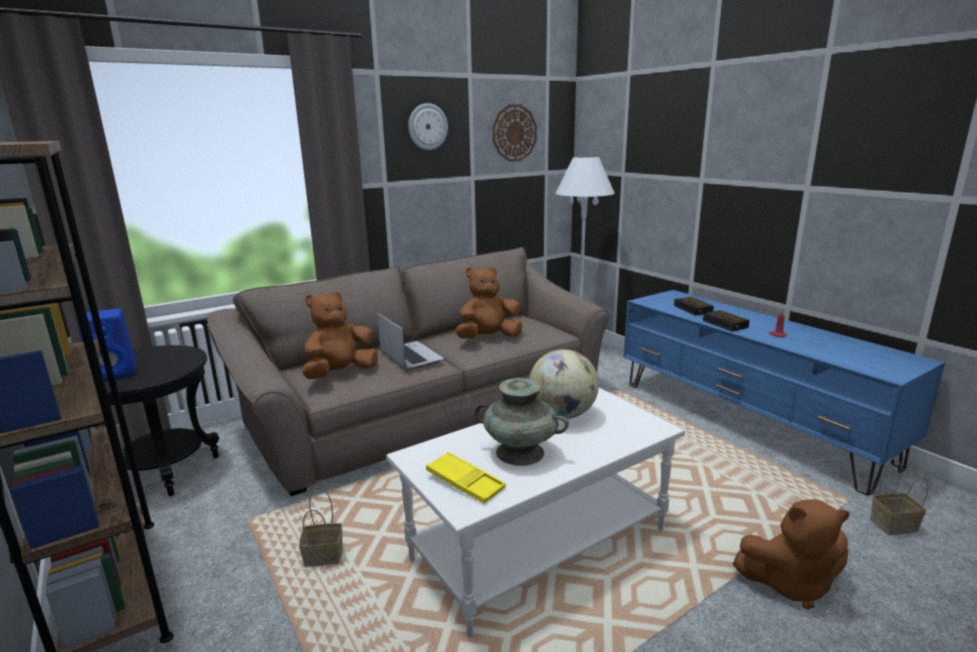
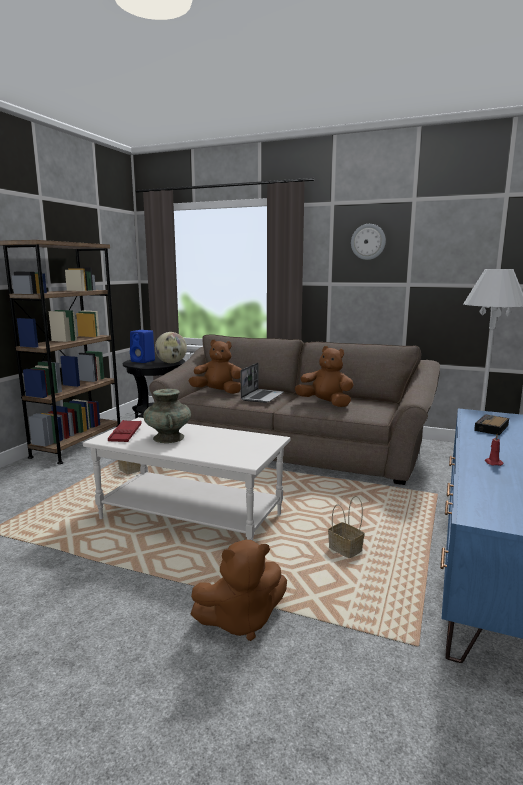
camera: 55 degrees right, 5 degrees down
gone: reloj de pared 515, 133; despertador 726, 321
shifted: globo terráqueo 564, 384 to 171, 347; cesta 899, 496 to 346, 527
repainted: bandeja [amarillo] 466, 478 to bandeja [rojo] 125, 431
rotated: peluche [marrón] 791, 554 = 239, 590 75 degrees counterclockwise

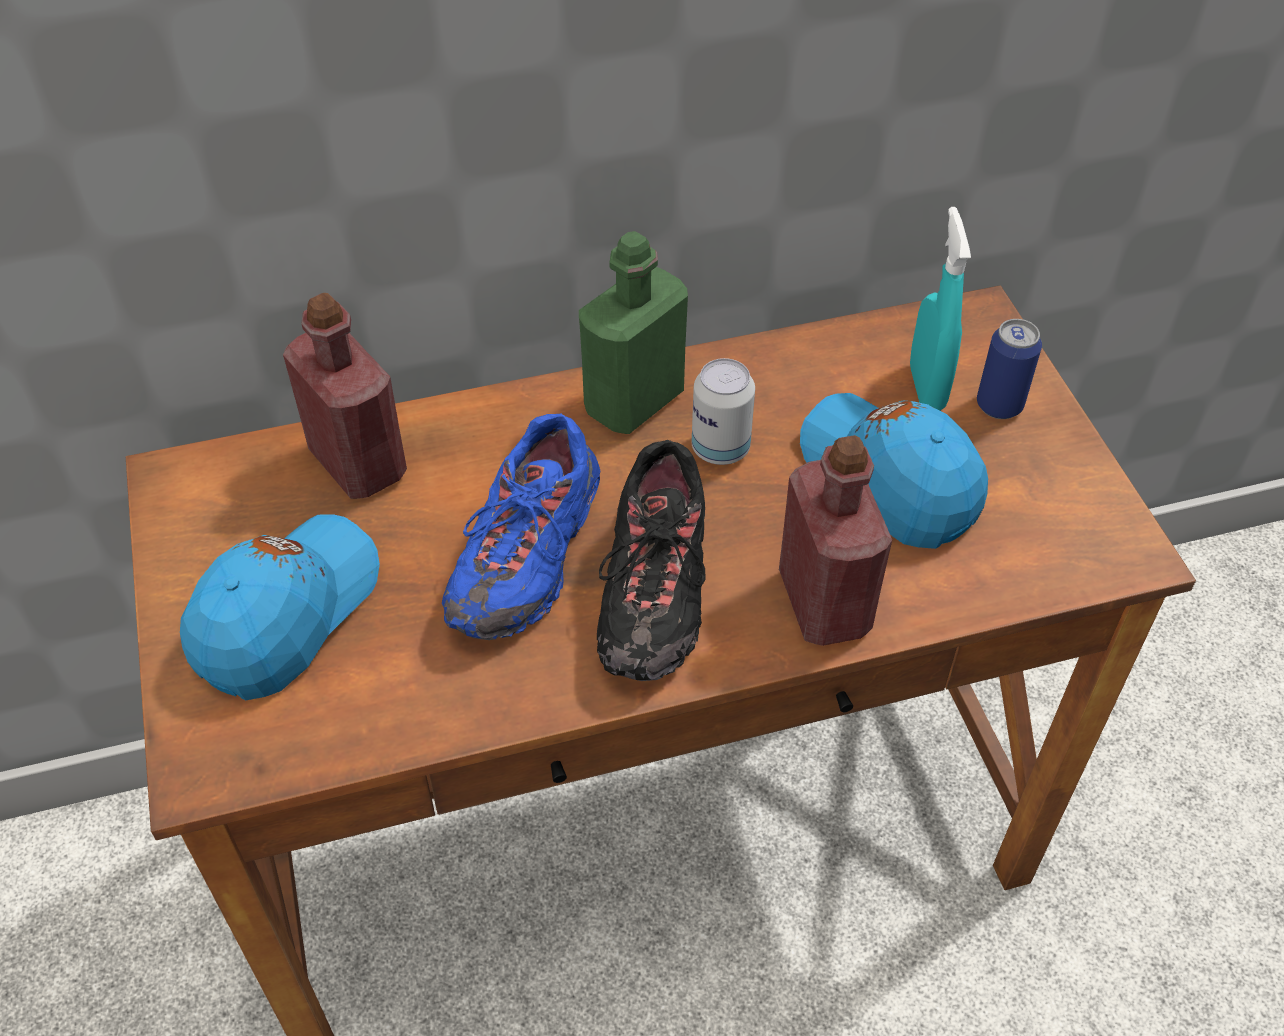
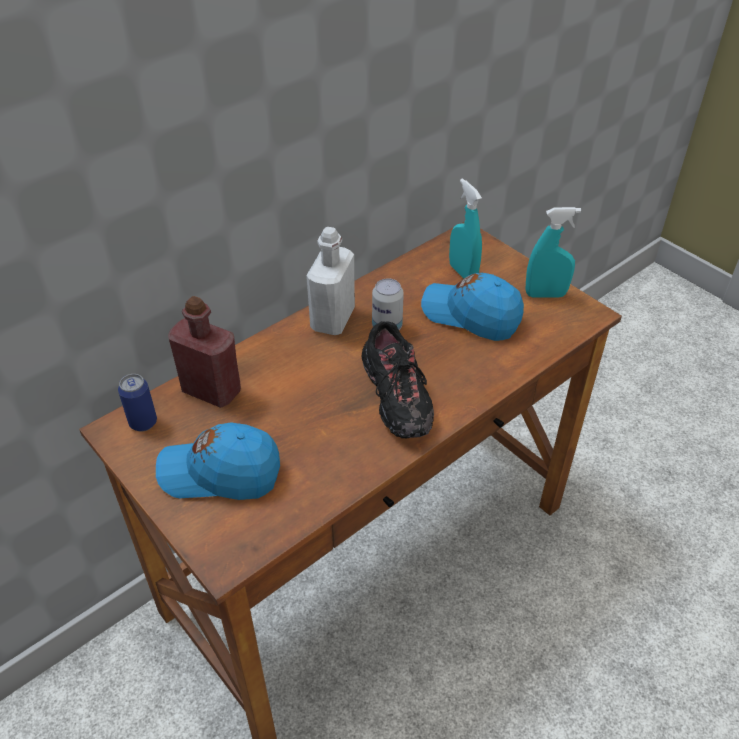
camera: 25 degrees left, 5 degrees down
gone: zapato [azul] 521, 527; botella [rojo] 835, 540
new: pulverizador [turquesa] 553, 252
shifted: lata 1009, 369 to 137, 402
repainted: botella [verde] 633, 332 to botella [blanco] 330, 281
rotated: gorra [azul] 280, 607 = 218, 461 90 degrees counterclockwise

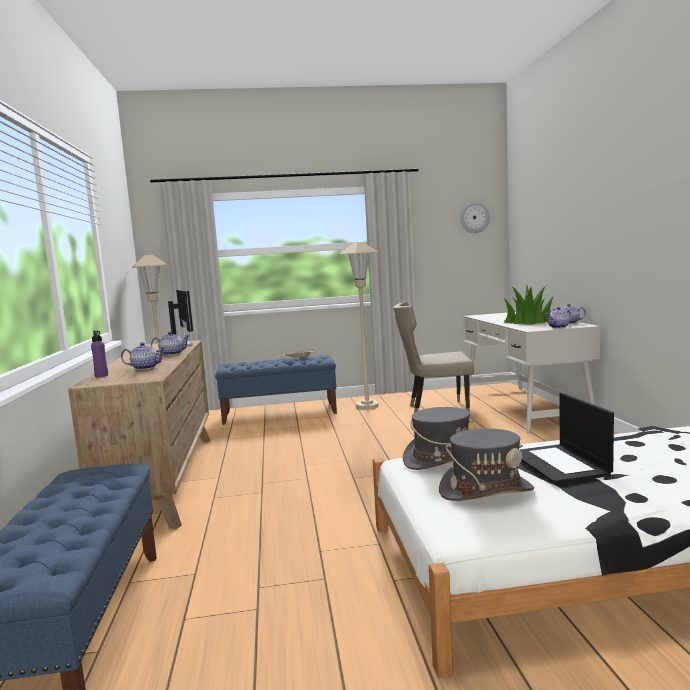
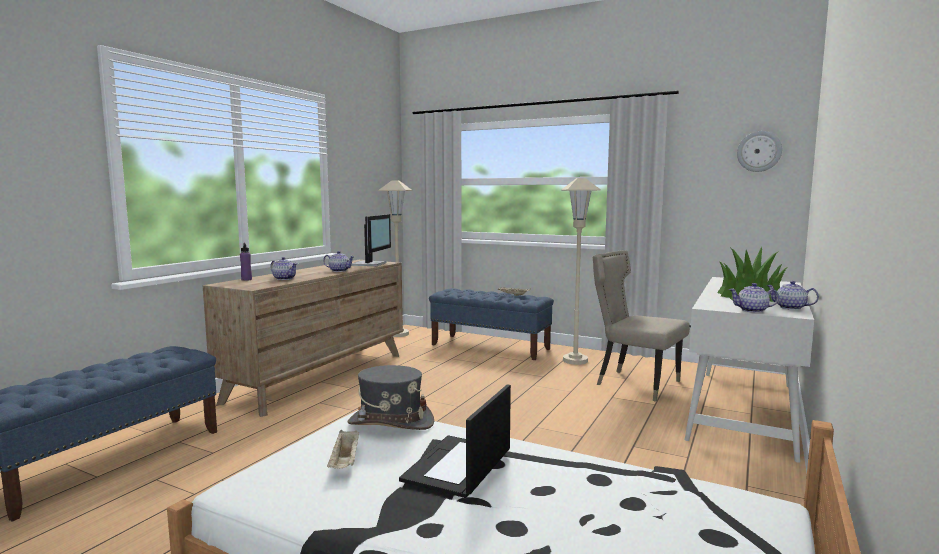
camera: 35 degrees right, 0 degrees up
swapped: sombrero [gris] 486, 464 to bandeja [beis] 343, 449

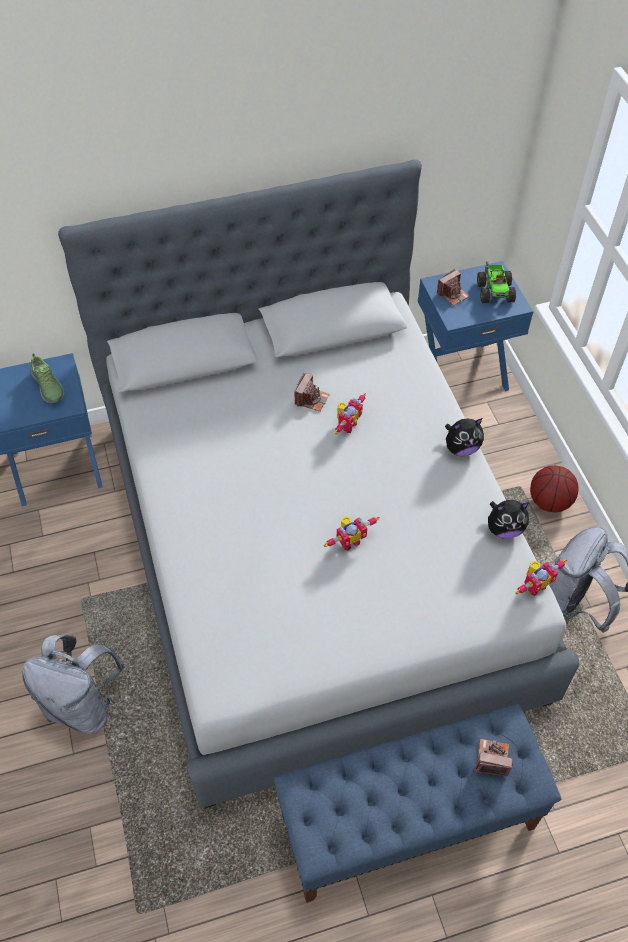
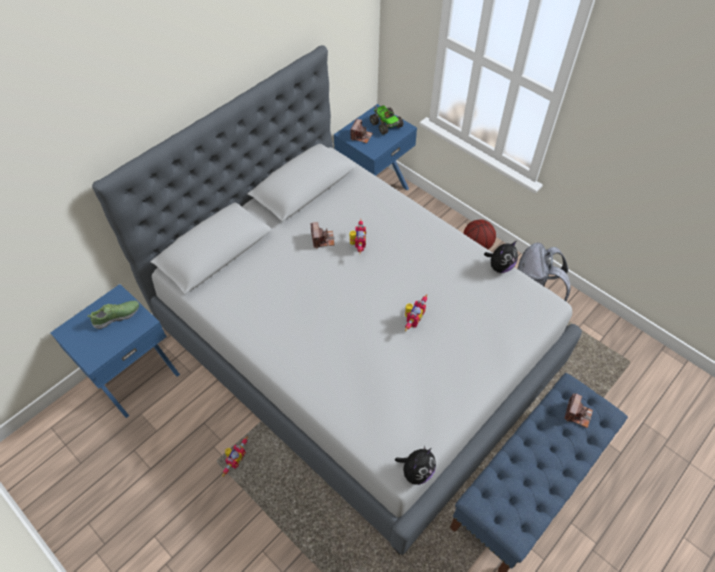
camera: 30 degrees left, 0 degrees up
gone: mochila [gris] 73, 684
shifted: robot de juguete 541, 578 to 235, 456; peluche 464, 437 to 415, 465
rotated: zapato 47, 378 = 113, 315 60 degrees counterclockwise; cámara 494, 757 = 578, 410 135 degrees clockwise

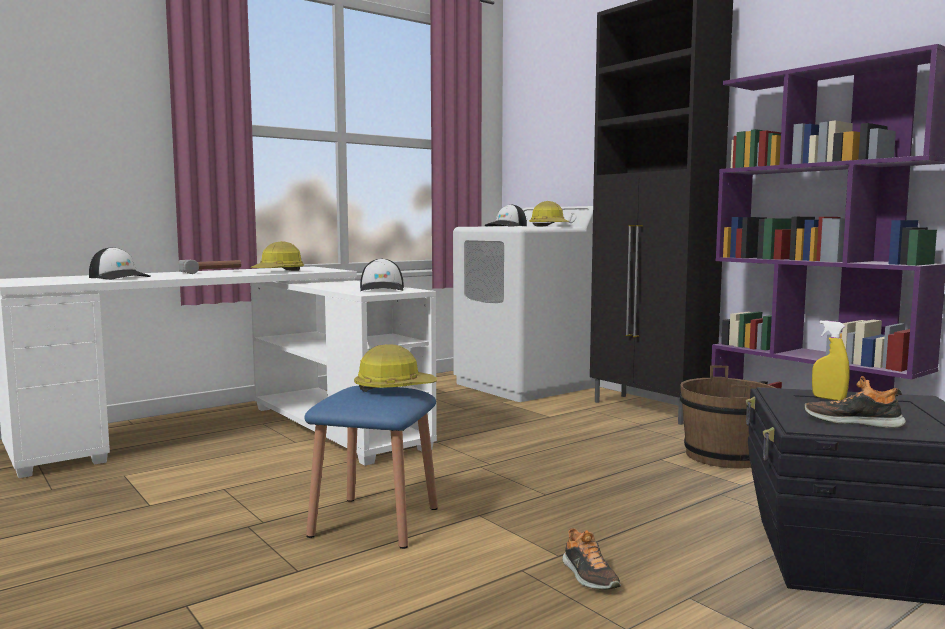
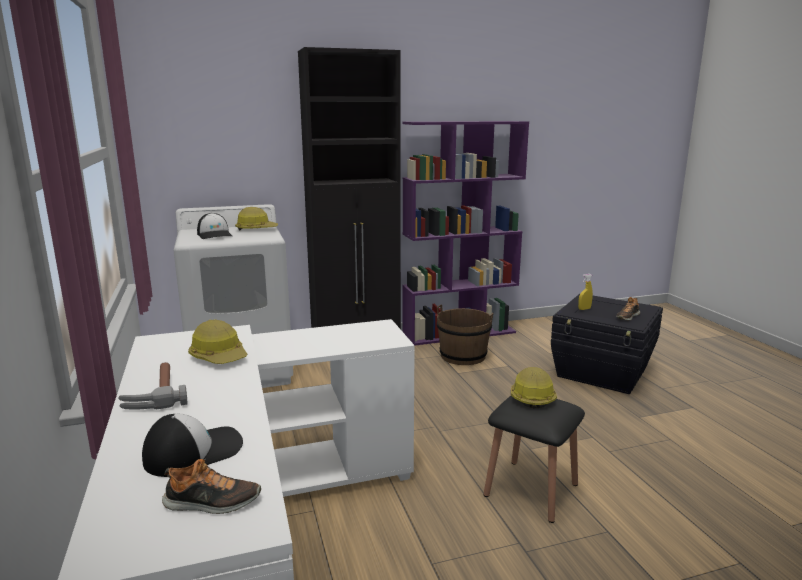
camera: 70 degrees left, 10 degrees up
gone: gorra 382, 274
shifted: zapato 591, 558 to 211, 486
repainted: taburete [azul] 371, 467 to taburete [negro] 534, 459

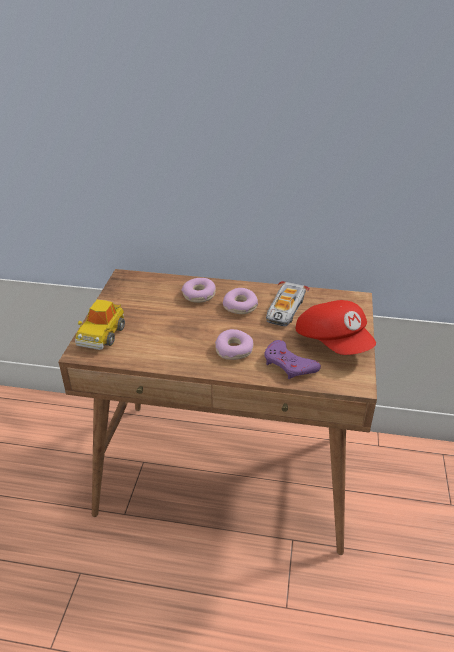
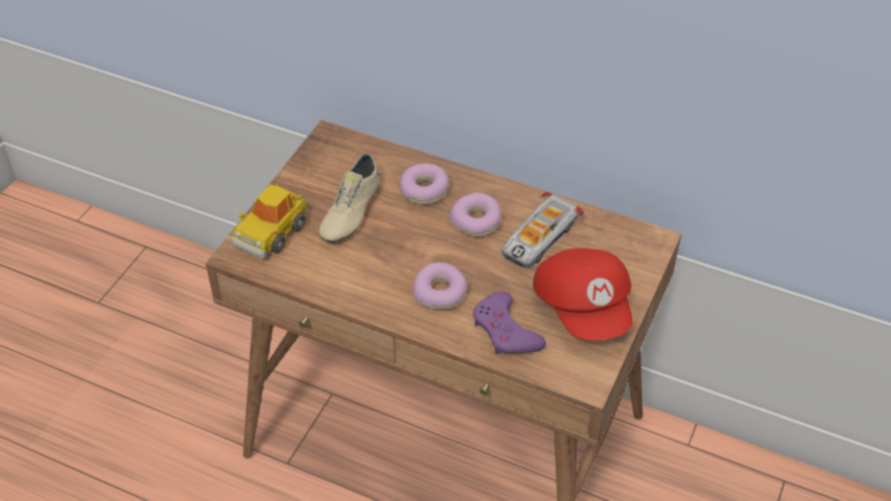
camera: 15 degrees right, 10 degrees up
new: zapato [beis] 349, 197

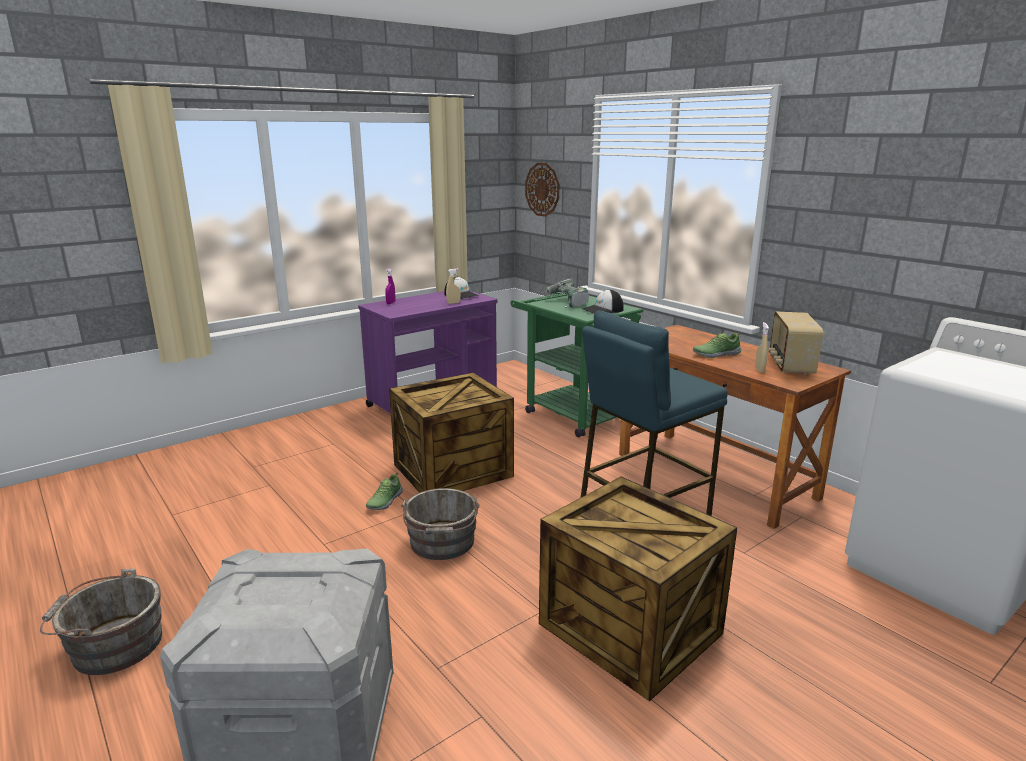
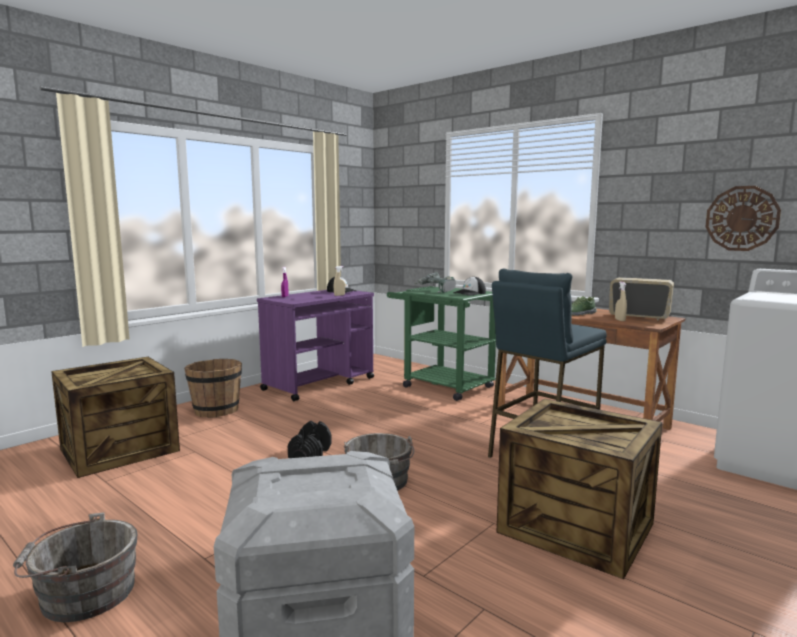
camera: 10 degrees left, 10 degrees down
new: cubo [marrón] 213, 388
shifted: caja de embalaje 451, 432 to 115, 417; reloj de pared 542, 190 to 743, 218
swapped: zapato 384, 491 to mancuerna [negro] 310, 439
rotated: radio 795, 343 = 641, 299 120 degrees clockwise

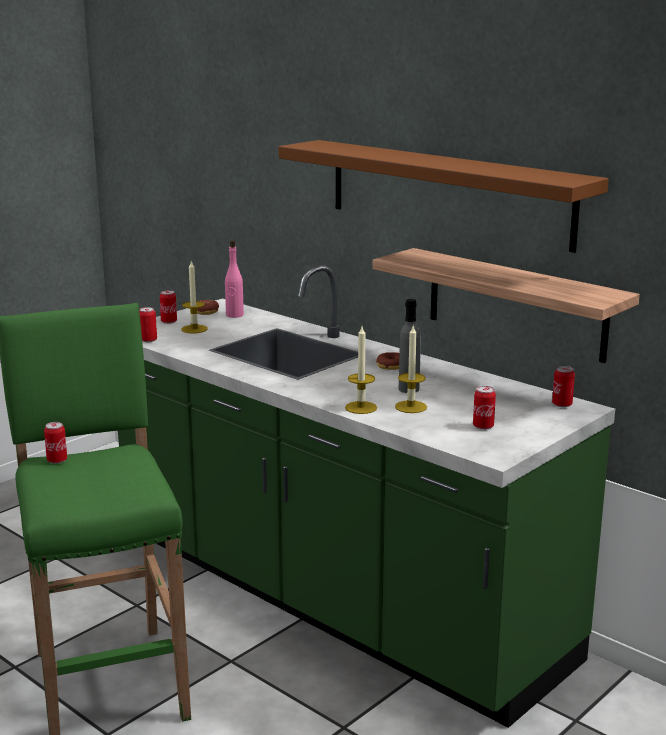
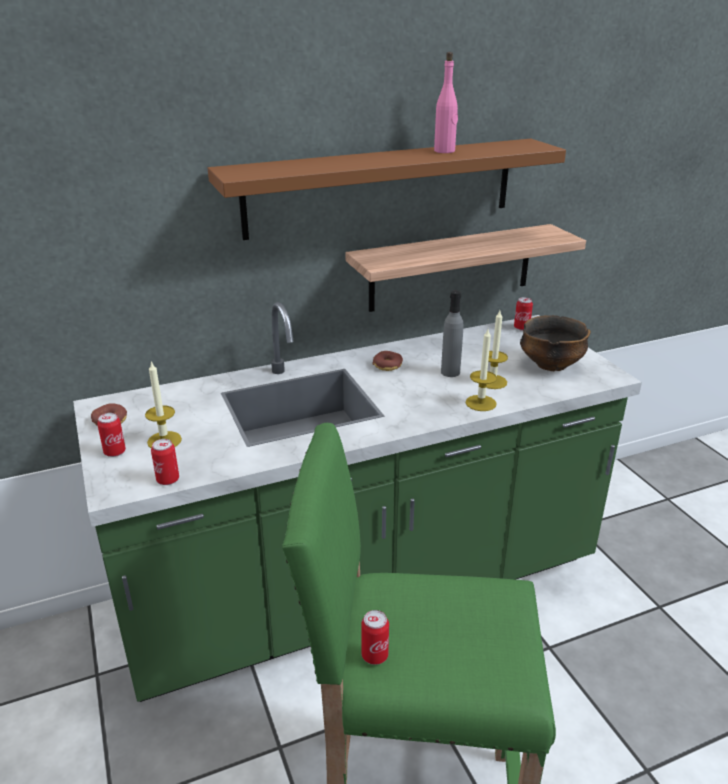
camera: 65 degrees left, 10 degrees up
shifted: botella [rosa] 234, 279 to 446, 102
swapped: lata 484, 408 to cuenco 555, 343

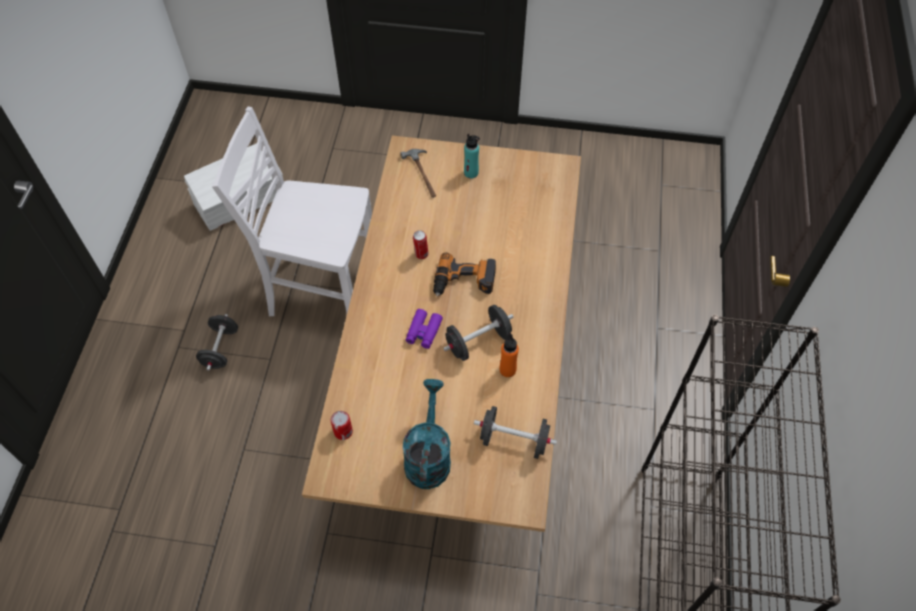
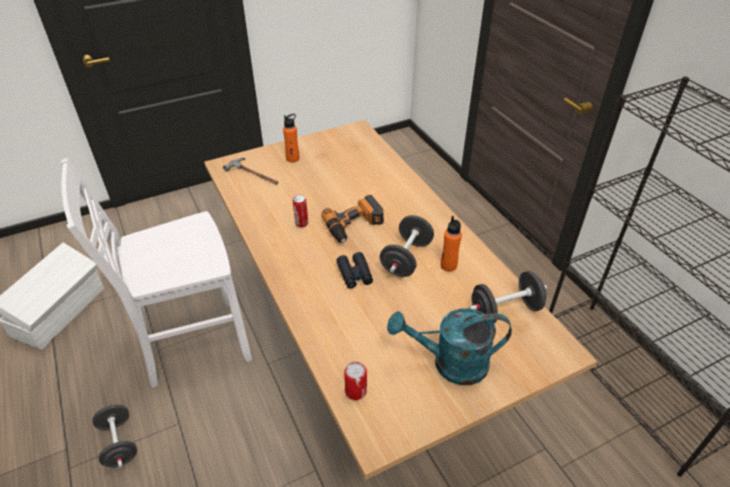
camera: 35 degrees left, 15 degrees down
repainted: botella [turquesa] 472, 156 to botella [naranja] 291, 138; prismáticos [morado] 424, 329 to prismáticos [negro] 354, 270
rotated: regadera [turquesa] 427, 434 = 449, 346 60 degrees counterclockwise

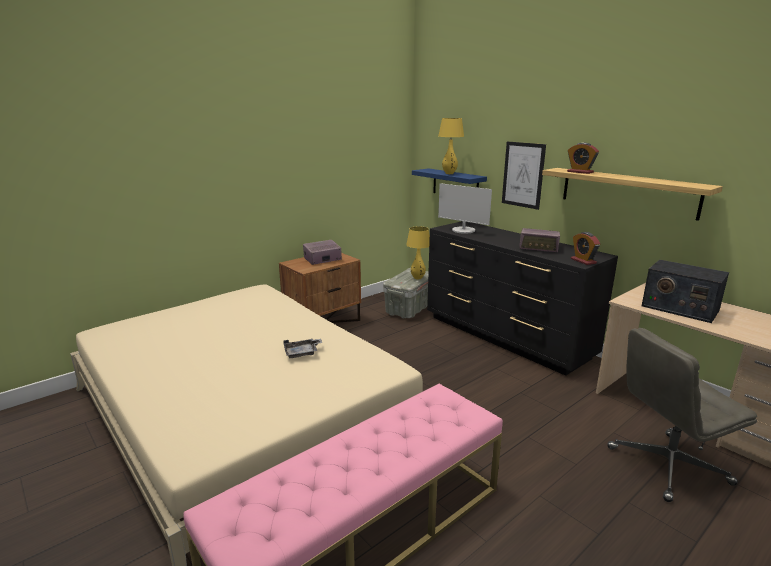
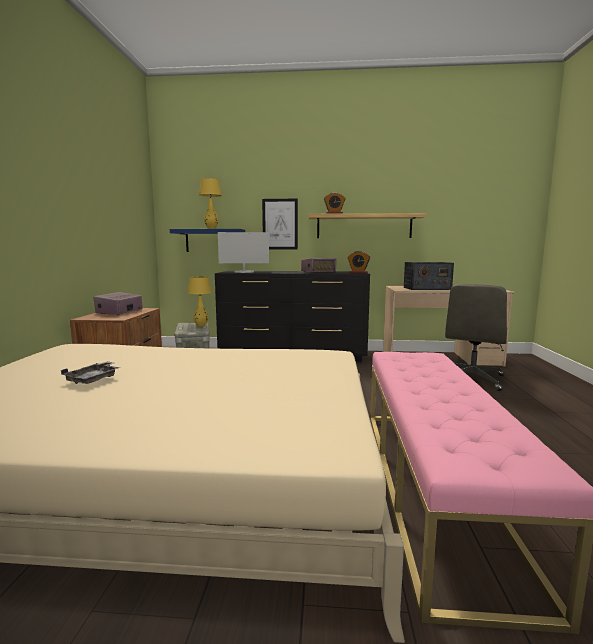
camera: 45 degrees left, 10 degrees down
shifted: bandeja [gris] 303, 348 to 91, 372

